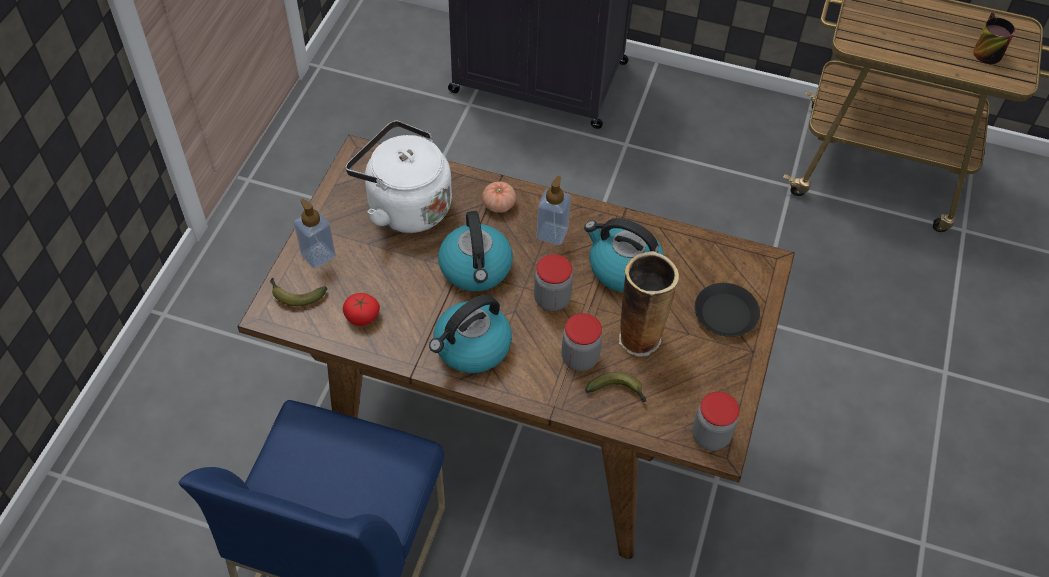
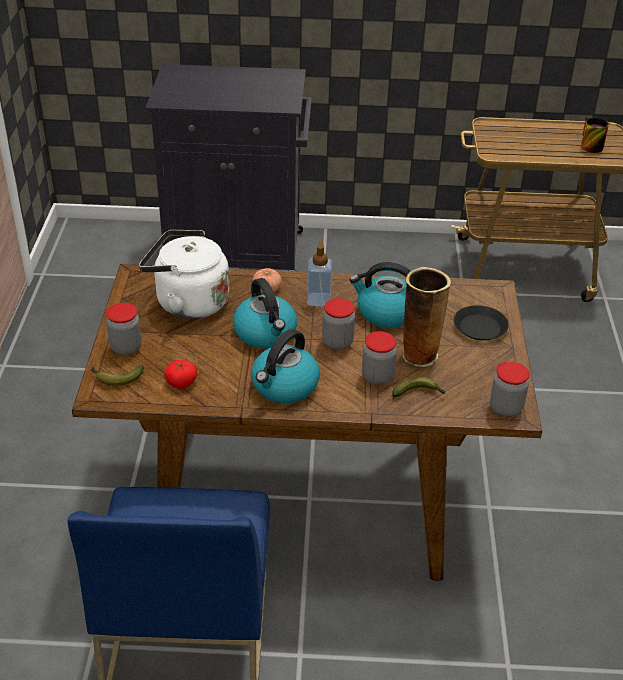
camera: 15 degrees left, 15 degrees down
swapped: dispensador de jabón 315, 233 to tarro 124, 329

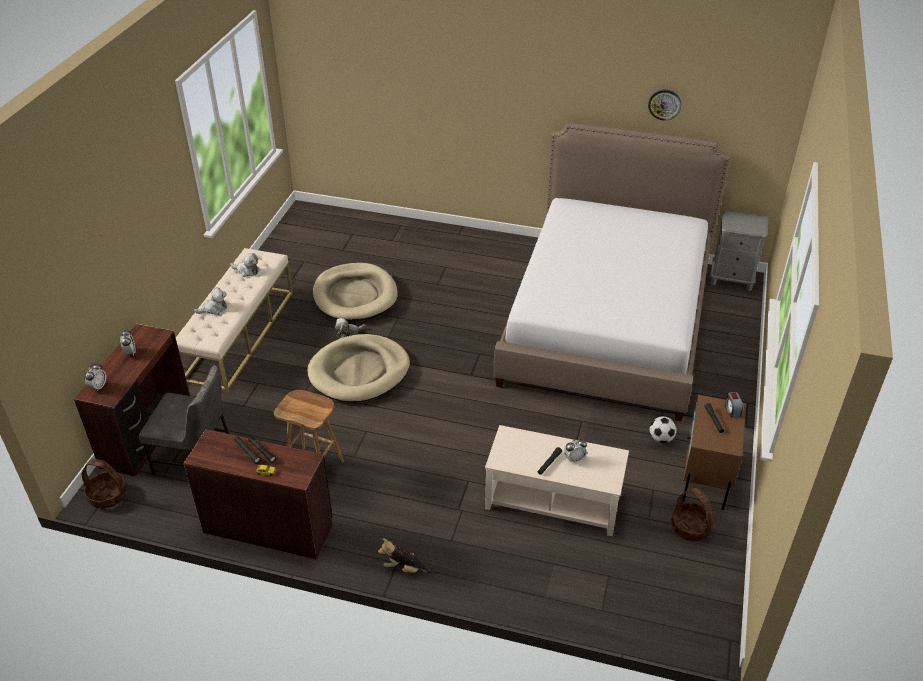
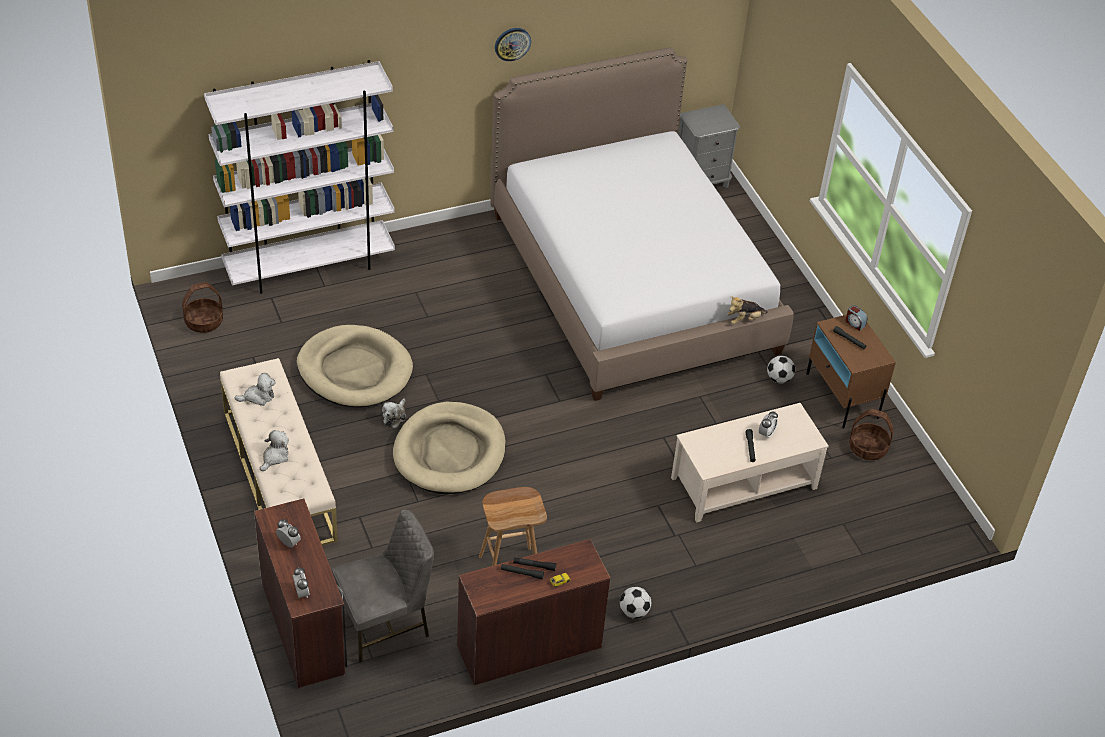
camera: 40 degrees left, 5 degrees up
new: estantería [blanco] 299, 177; balón de fútbol 635, 603
shifted: cesta 104, 484 to 202, 307; reloj de pared 664, 105 to 513, 44; peluche 405, 555 to 747, 310

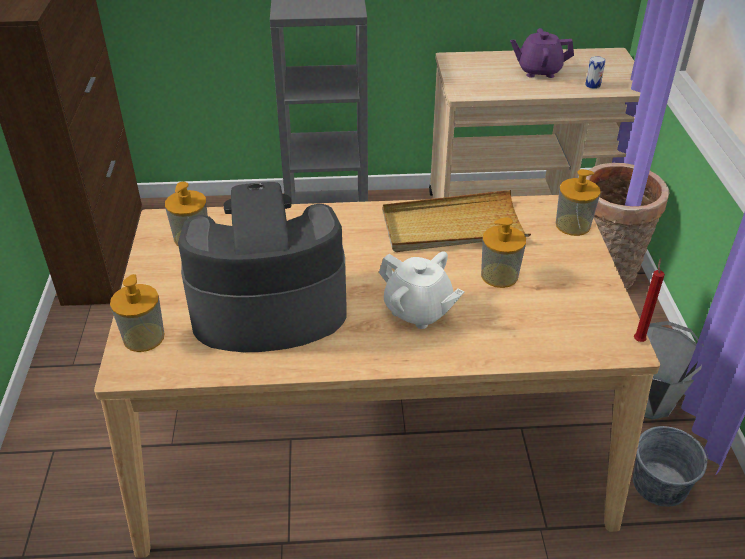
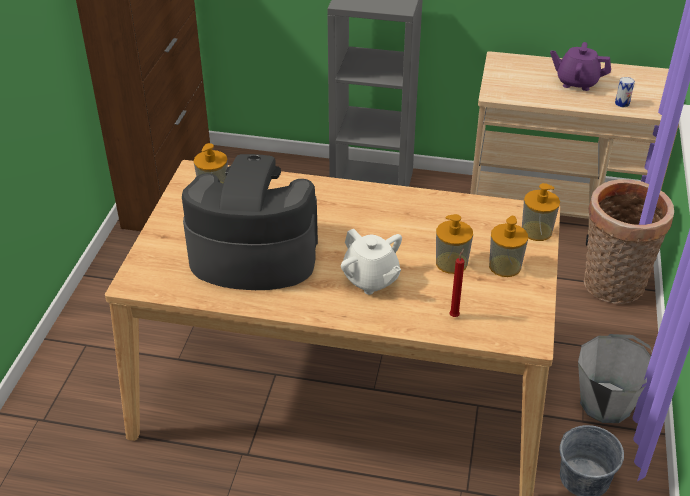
camera: 15 degrees right, 0 degrees up
gone: bandeja [beis] 457, 221
shifted: vela [rojo] 649, 300 to 457, 283; dispensador de jabón 137, 313 to 508, 246

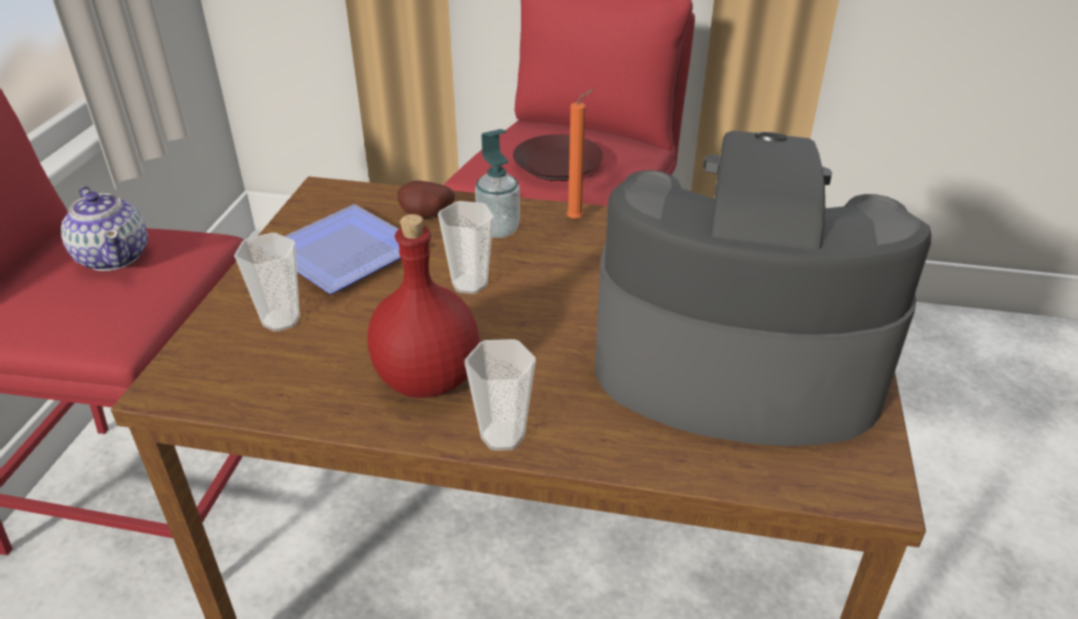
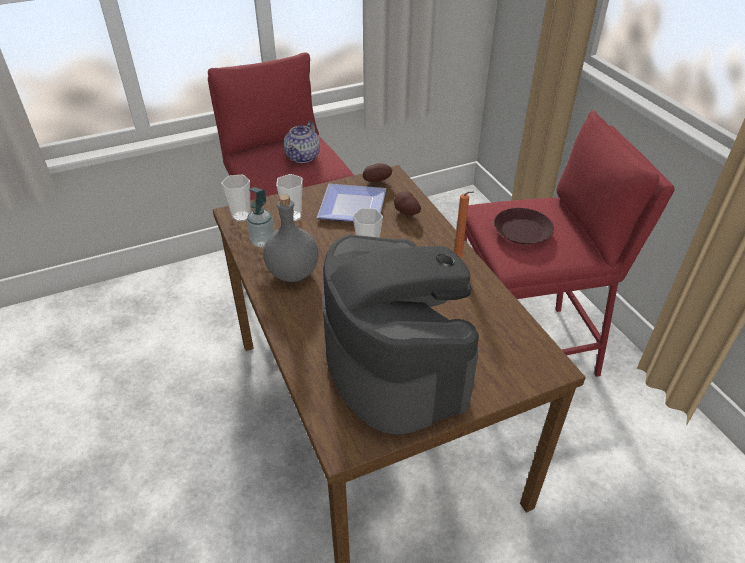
camera: 55 degrees right, 5 degrees up
new: patata 377, 172
shifted: taza 500, 395 to 235, 198; dispensador de jabón 497, 183 to 261, 217
repainted: botella [rojo] 424, 306 to botella [gris] 291, 238

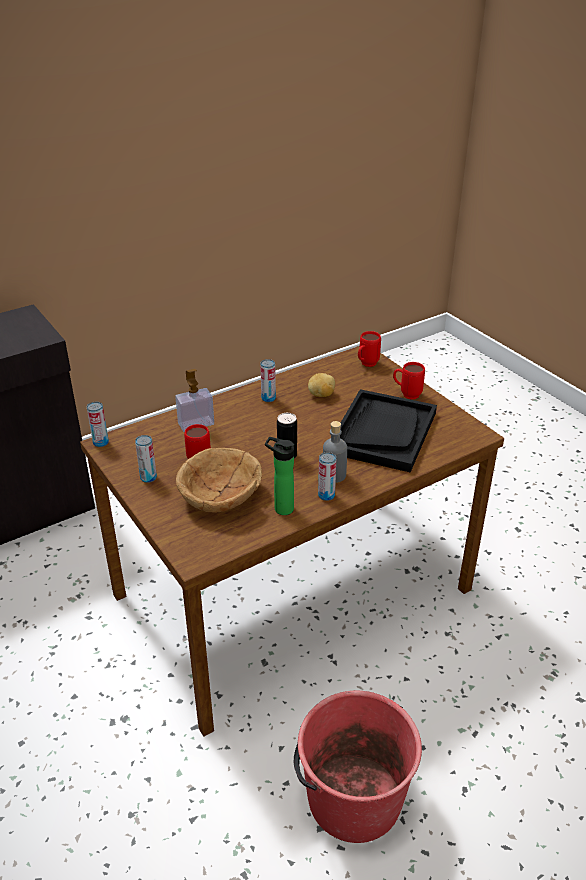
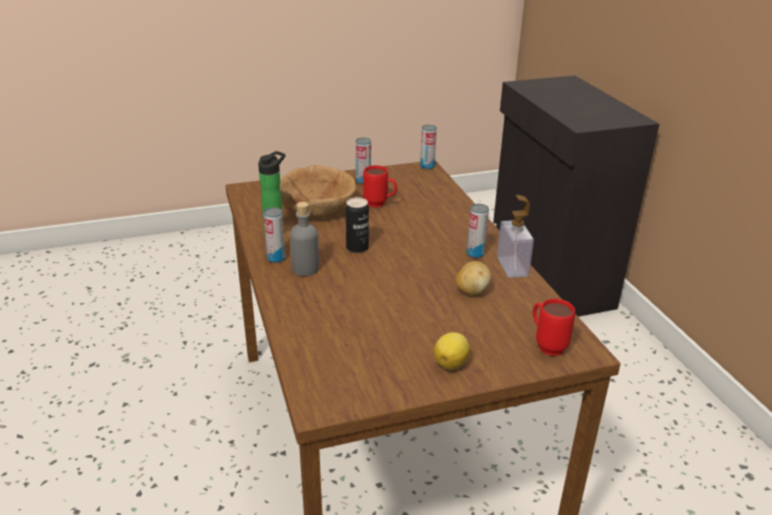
camera: 105 degrees right, 5 degrees down
gone: cubo [rojo] 358, 767; bandeja [negro] 388, 431
shifted: dispensador de jabón 194, 400 to 515, 236
swapped: taza grande [rojo] 409, 381 to limón 452, 351

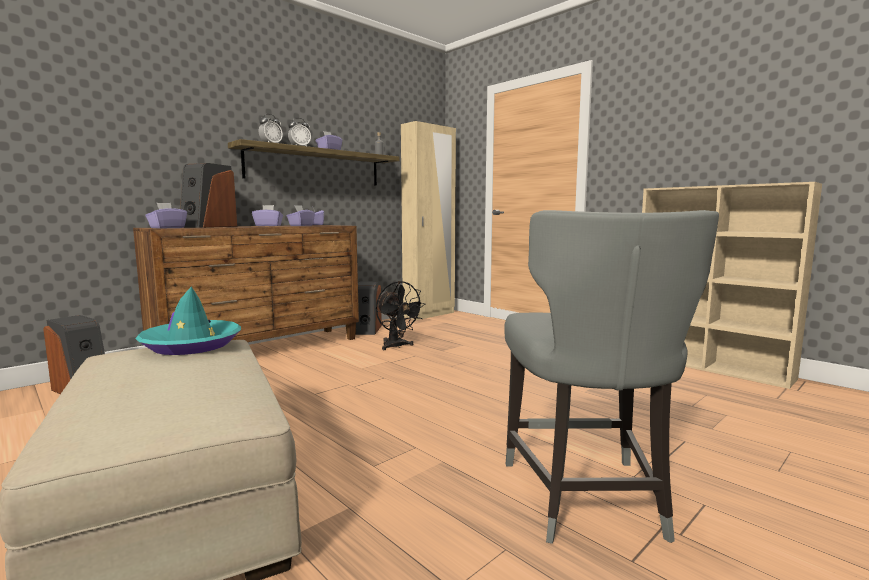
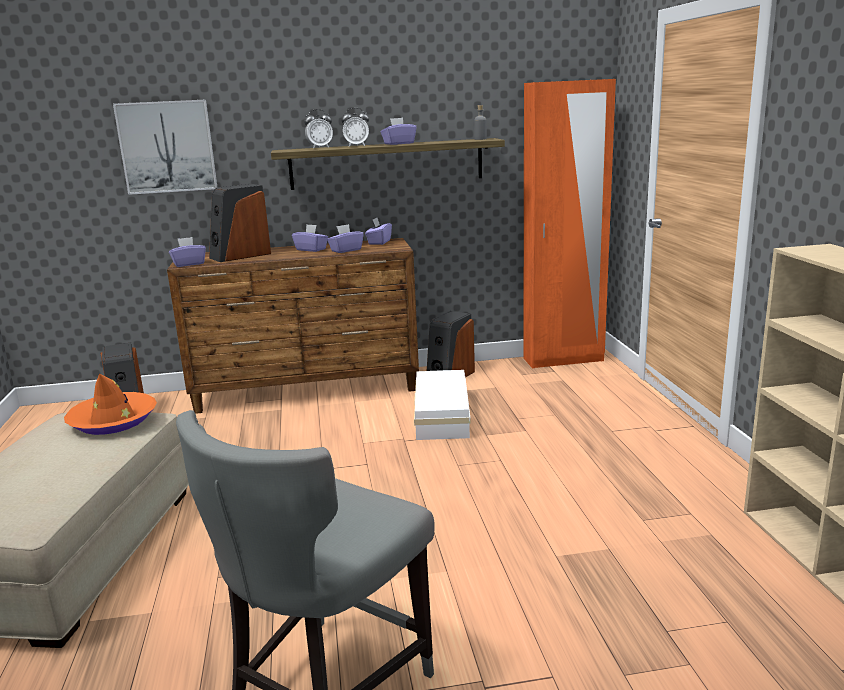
camera: 35 degrees right, 10 degrees up
new: cuadro 165, 147
swapped: ventilador [negro] 401, 315 to caja de almacenaje [blanco] 442, 405
repainted: sombrero [turquesa] 188, 321 to sombrero [naranja] 110, 404; armario ropero [beis] 428, 220 to armario ropero [naranja] 569, 223

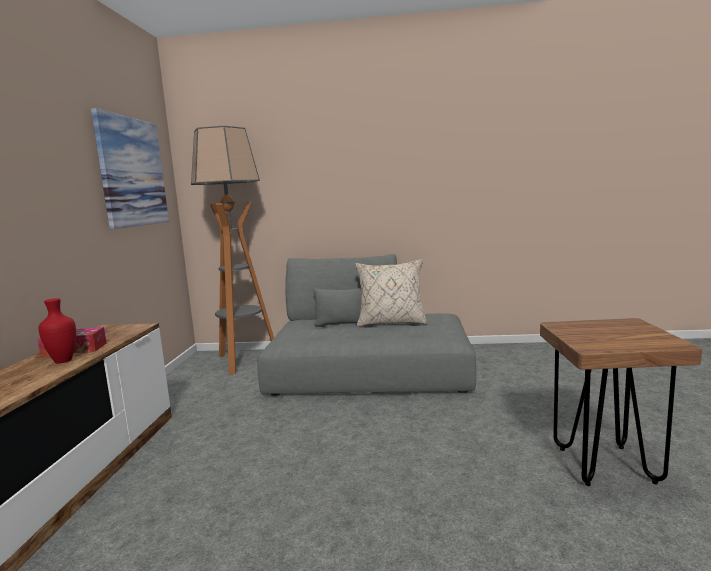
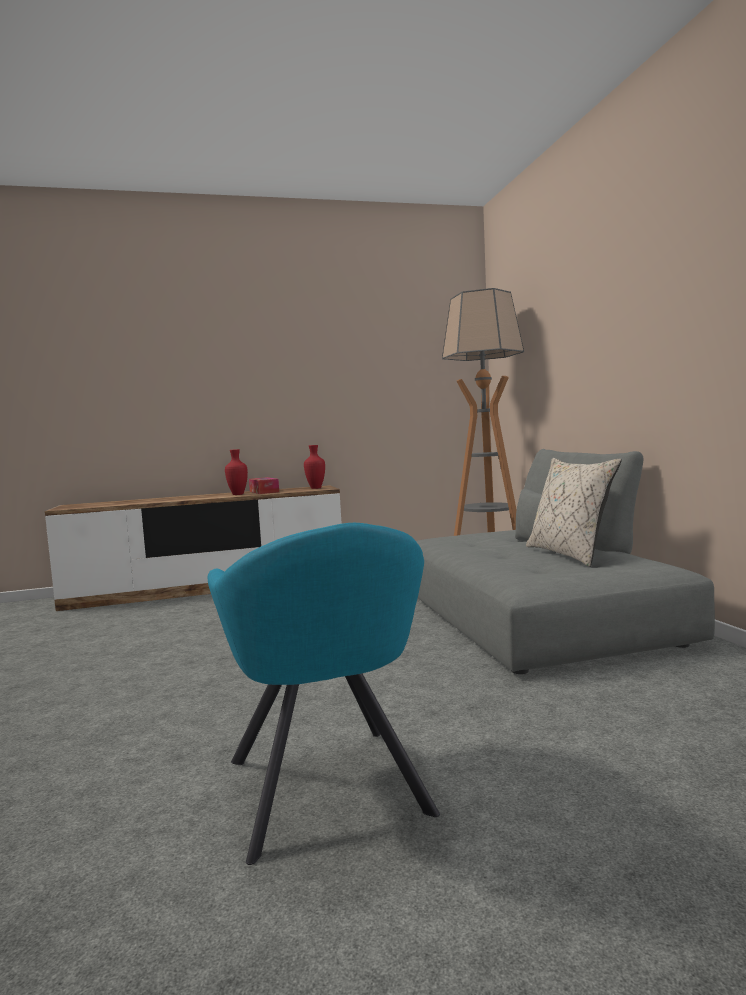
camera: 70 degrees right, 5 degrees down
gone: cuadro 130, 168
new: florero [rojo] 314, 467
swapped: taburete [marrón] 621, 402 to sillón [turquesa] 324, 694

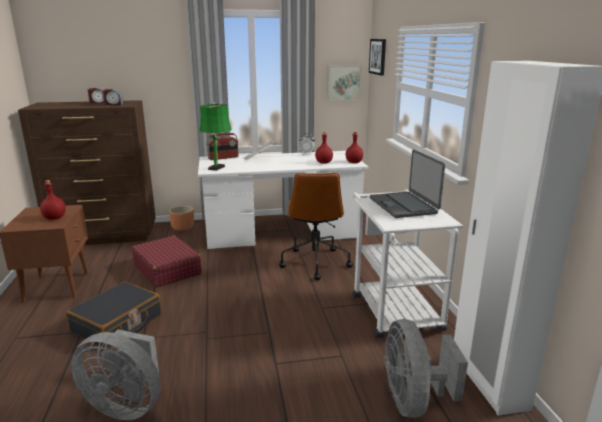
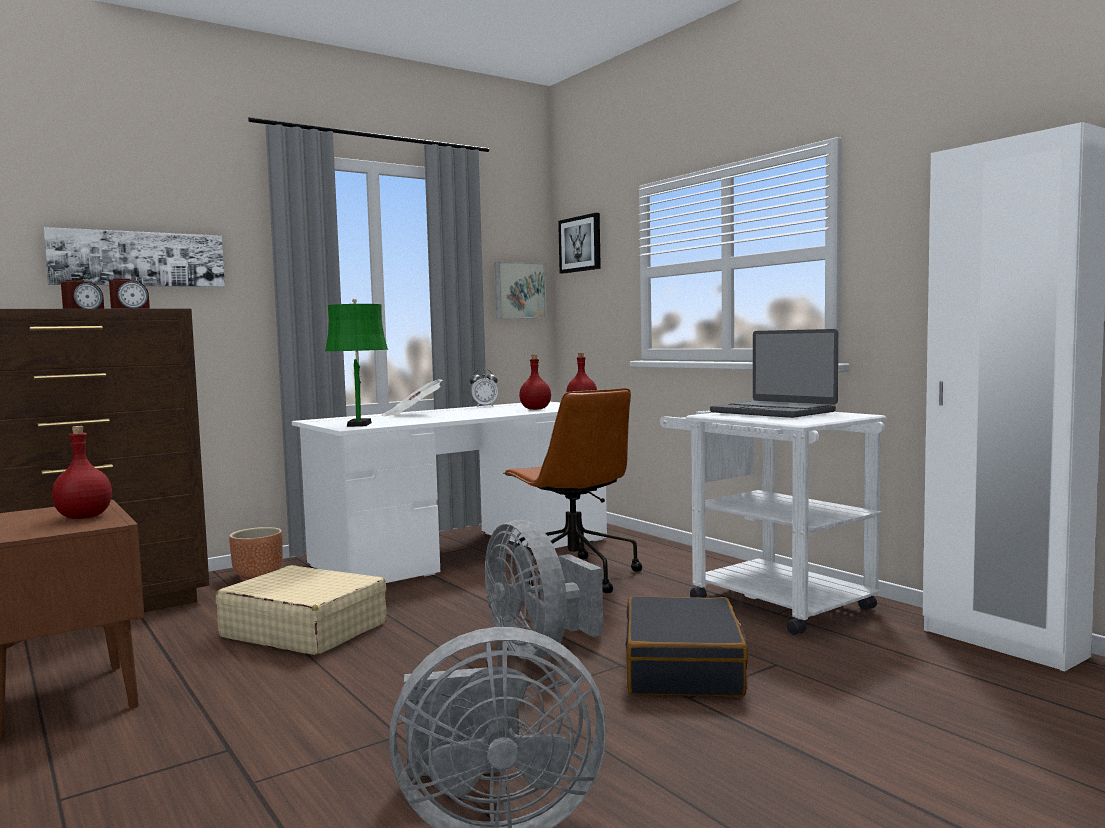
camera: 25 degrees left, 15 degrees down
gone: radio 222, 146
new: cuadro 134, 257
shifted: ventilador [gris] 426, 368 to 544, 589; maleta [negro] 114, 315 to 686, 646
repainted: maleta [rojo] 166, 261 to maleta [beis] 301, 610

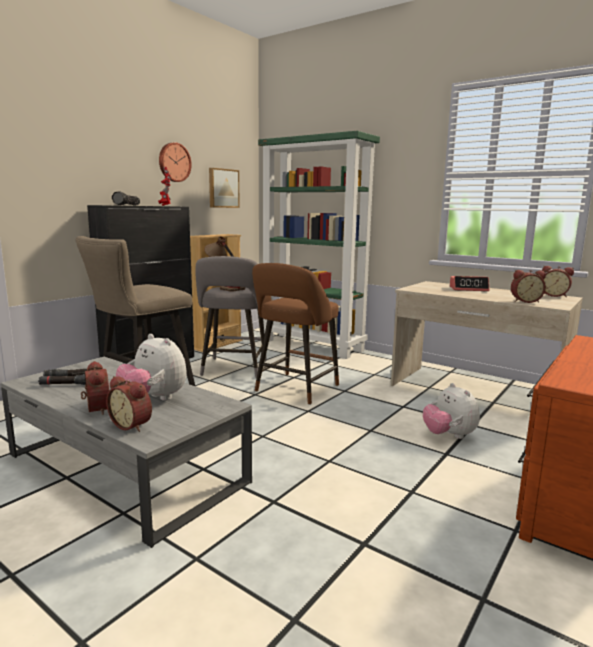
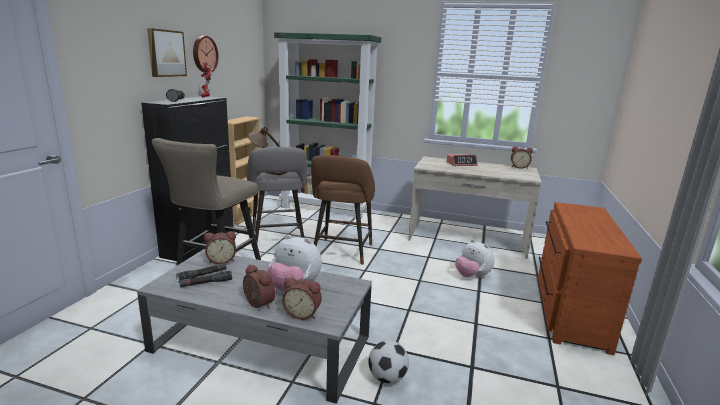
camera: 20 degrees left, 5 degrees up
new: balón de fútbol 388, 362
shifted: cuadro 224, 188 to 167, 52; despertador 528, 286 to 220, 247

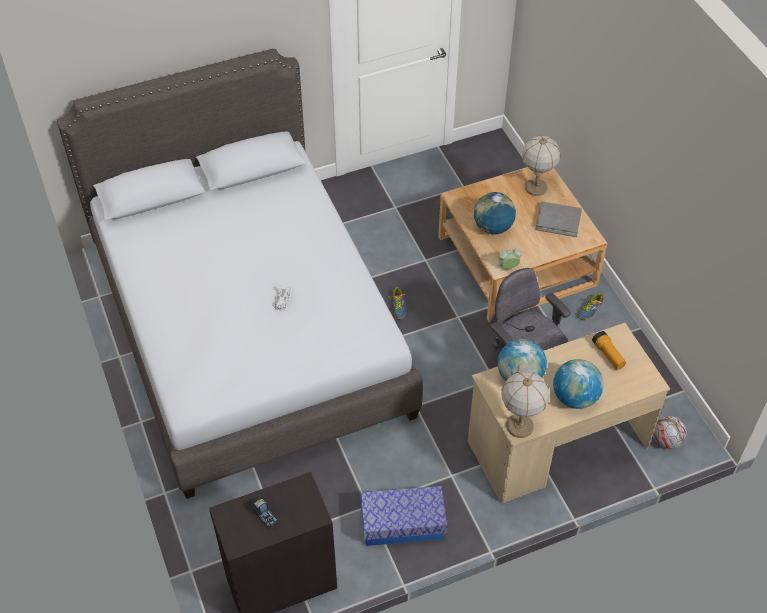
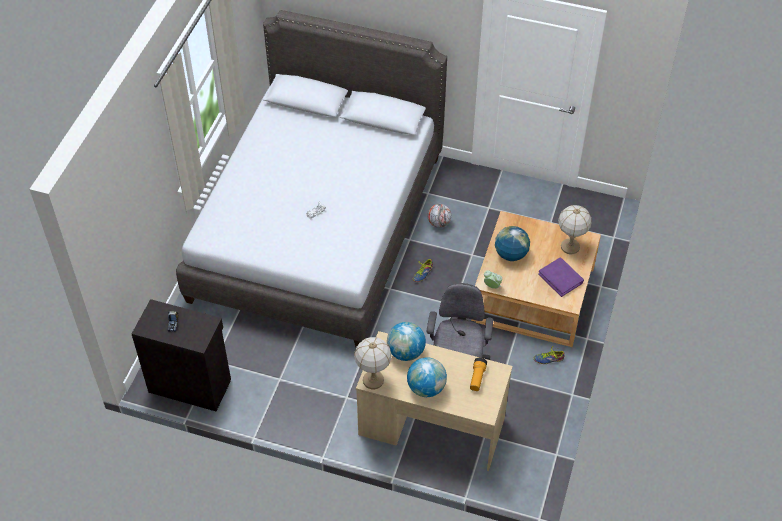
camera: 40 degrees right, 0 degrees up
gone: caja de almacenaje 403, 516
shifted: balón de fútbol 670, 432 to 439, 216
repainted: libro [gris] 558, 219 to libro [morado] 561, 277

